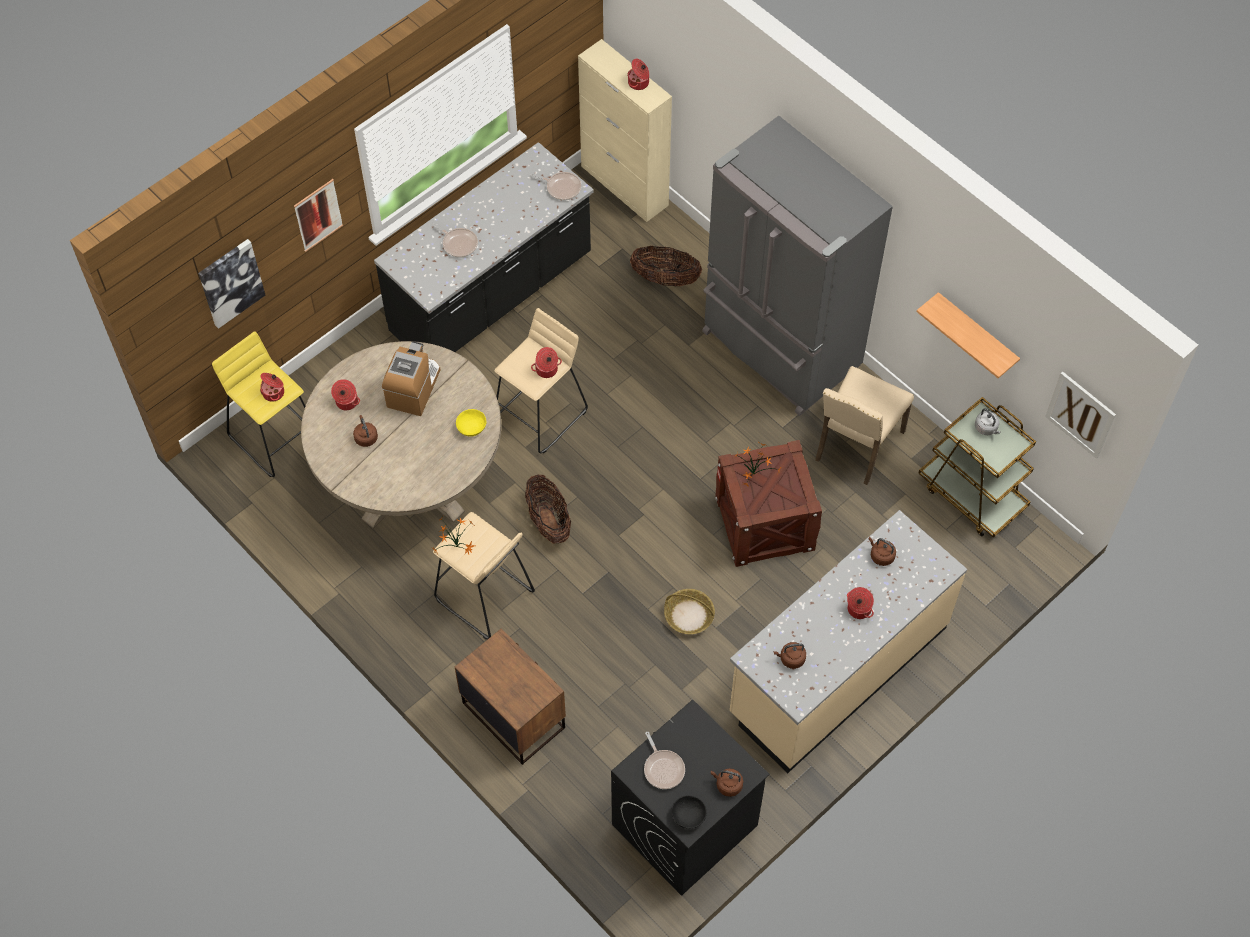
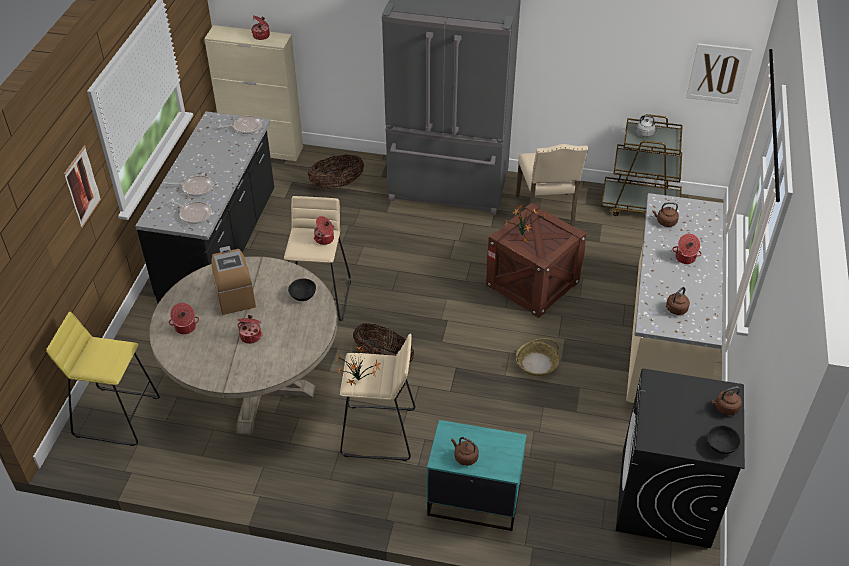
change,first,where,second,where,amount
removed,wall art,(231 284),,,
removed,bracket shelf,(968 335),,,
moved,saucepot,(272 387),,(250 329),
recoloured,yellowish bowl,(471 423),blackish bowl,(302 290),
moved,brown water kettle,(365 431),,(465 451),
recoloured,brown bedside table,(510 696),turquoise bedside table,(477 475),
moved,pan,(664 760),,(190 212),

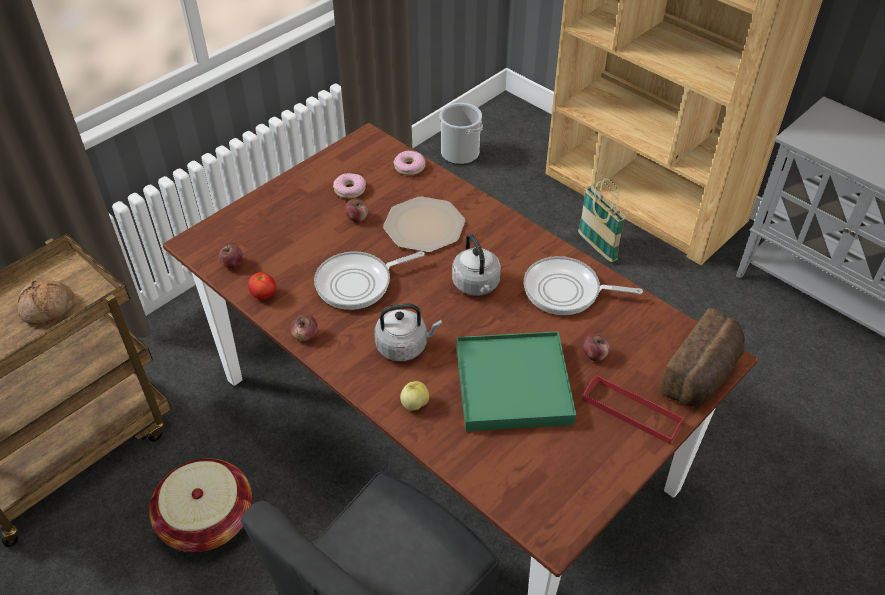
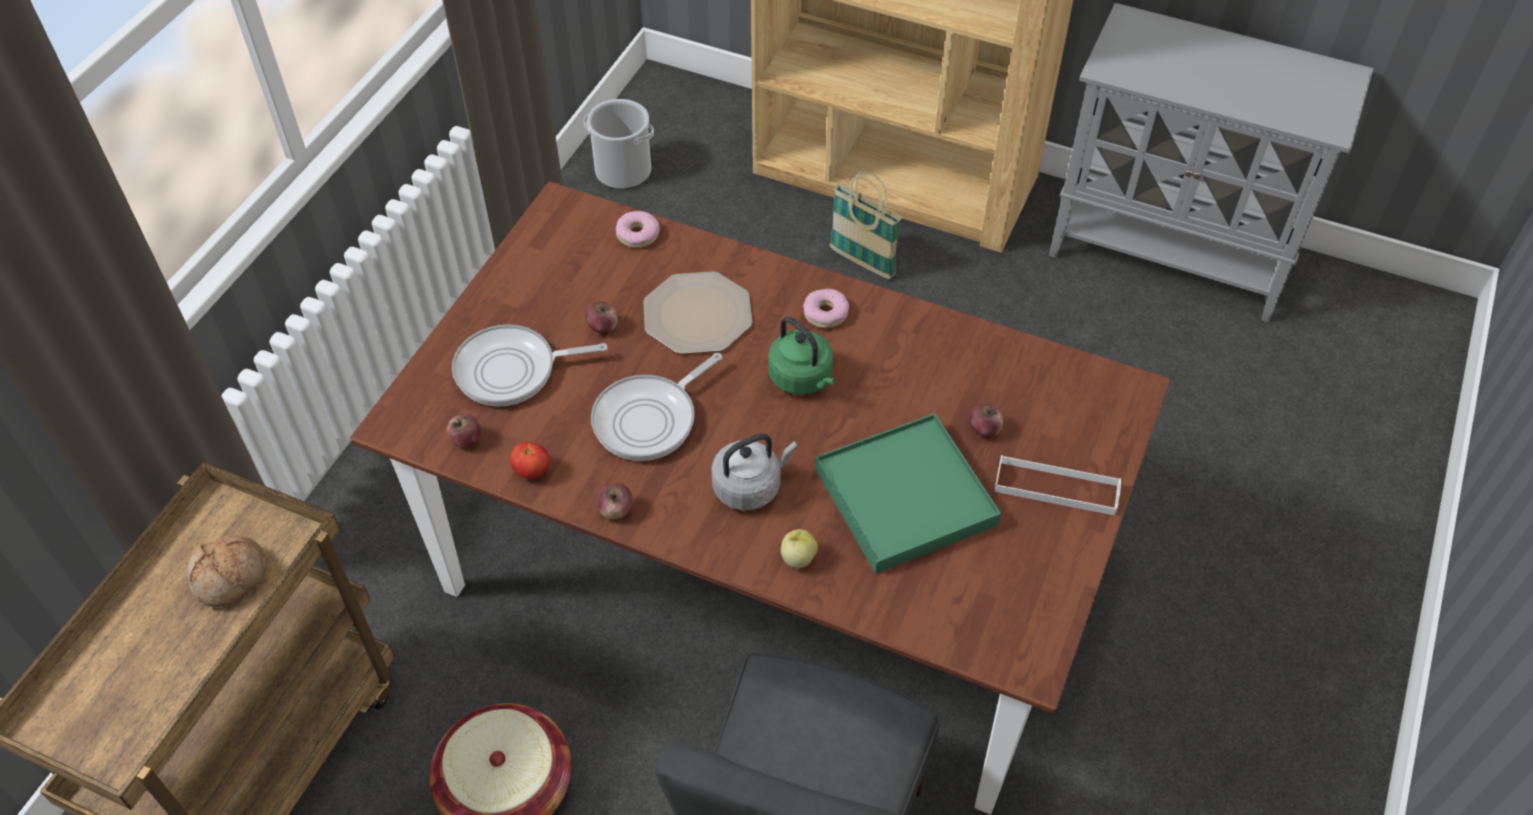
change,first,where,second,where,amount
moved,donut,(349 186),,(826 308),
recoloured,grey water kettle,(476 264),green-coloured water kettle,(801 355),
moved,pan,(583 285),,(530 366),
removed,bakery bread,(702 357),,,
recoloured,reddish serving tray,(633 409),whitish serving tray,(1057 485),

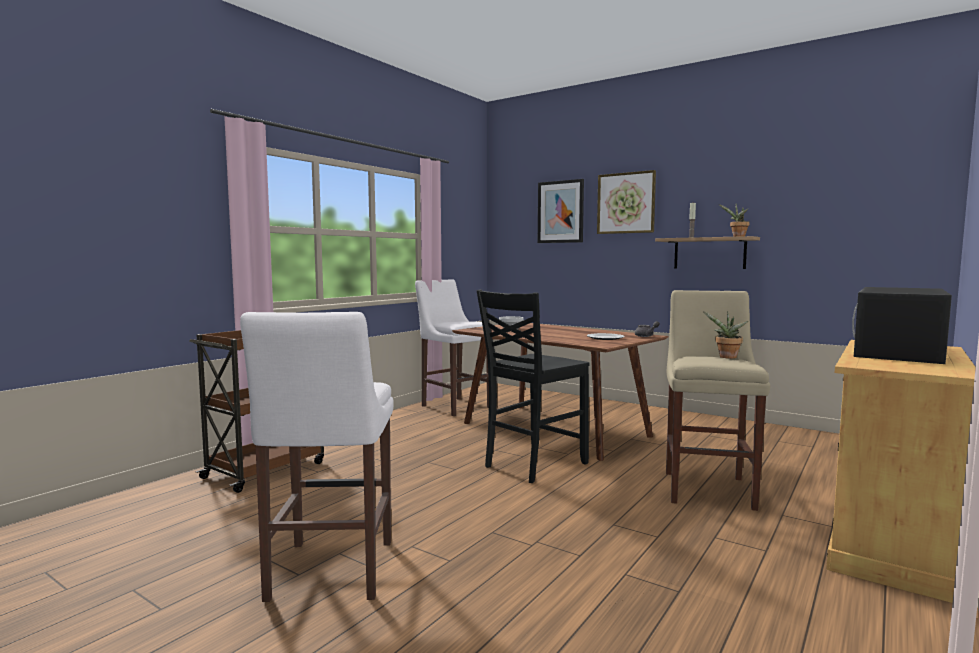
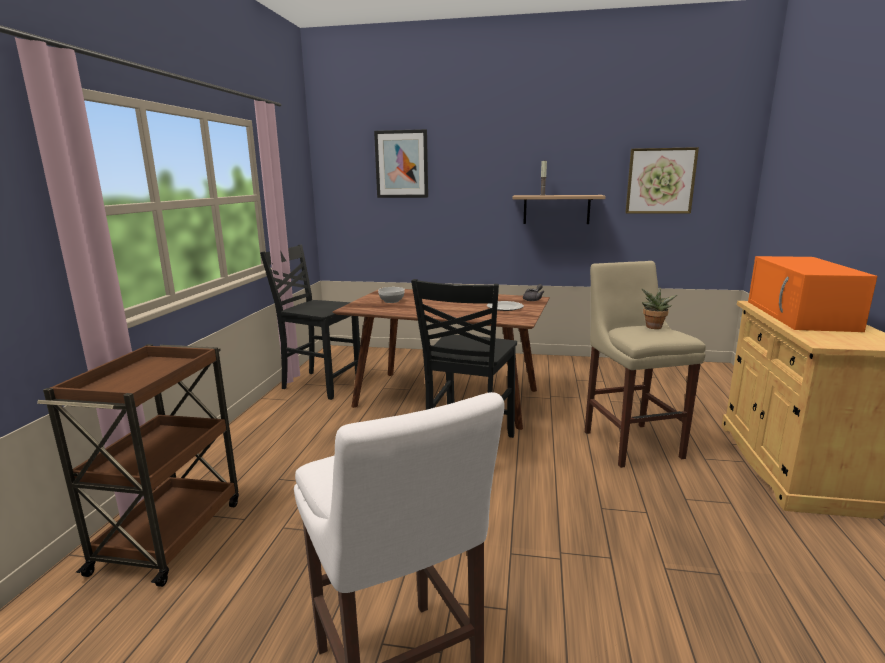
change,first,where,second,where,amount
moved,wall art,(626 202),,(662 180),
removed,potted plant,(734 220),,,
replaced,whitish stool seat,(452 347),blackish plain chair,(310 322),
recoloured,blackish microwave oven,(902 325),orange-coloured microwave oven,(812 294),

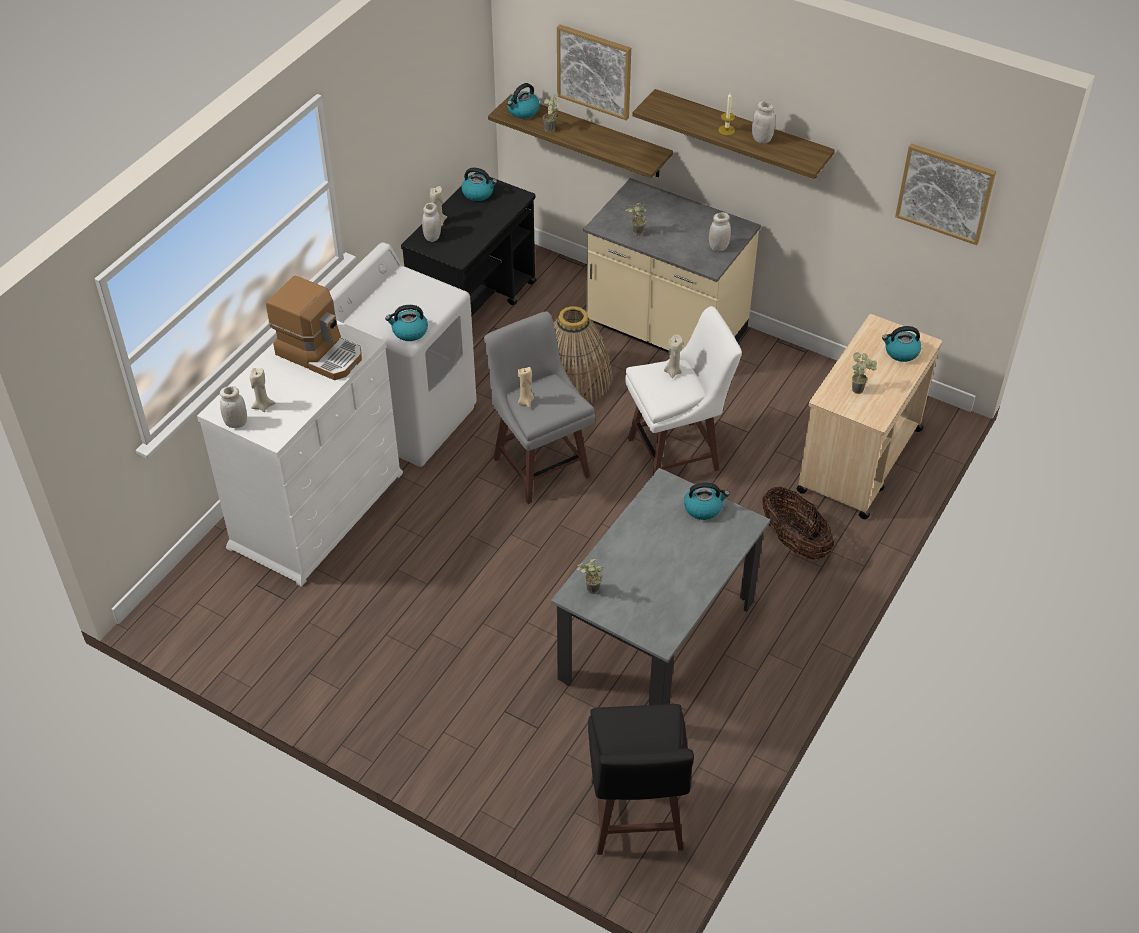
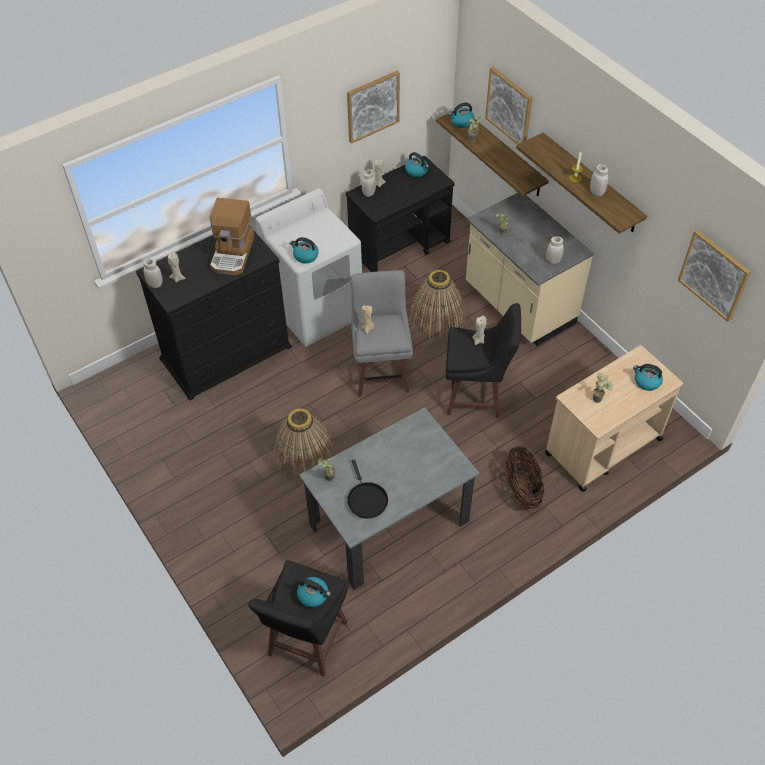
change,first,where,second,where,amount
turned,coffee machine,(314 328),,(232 237),45 degrees clockwise
recoloured,whitish stool seat,(683 390),blackish stool seat,(483 360),
recoloured,whitish drawer chest,(300 453),blackish drawer chest,(214 313),
moved,water kettle,(706 501),,(314 592),
added,,,wall art,(373 107),
added,,,basket,(304 445),
added,,,blackish pan,(367 489),

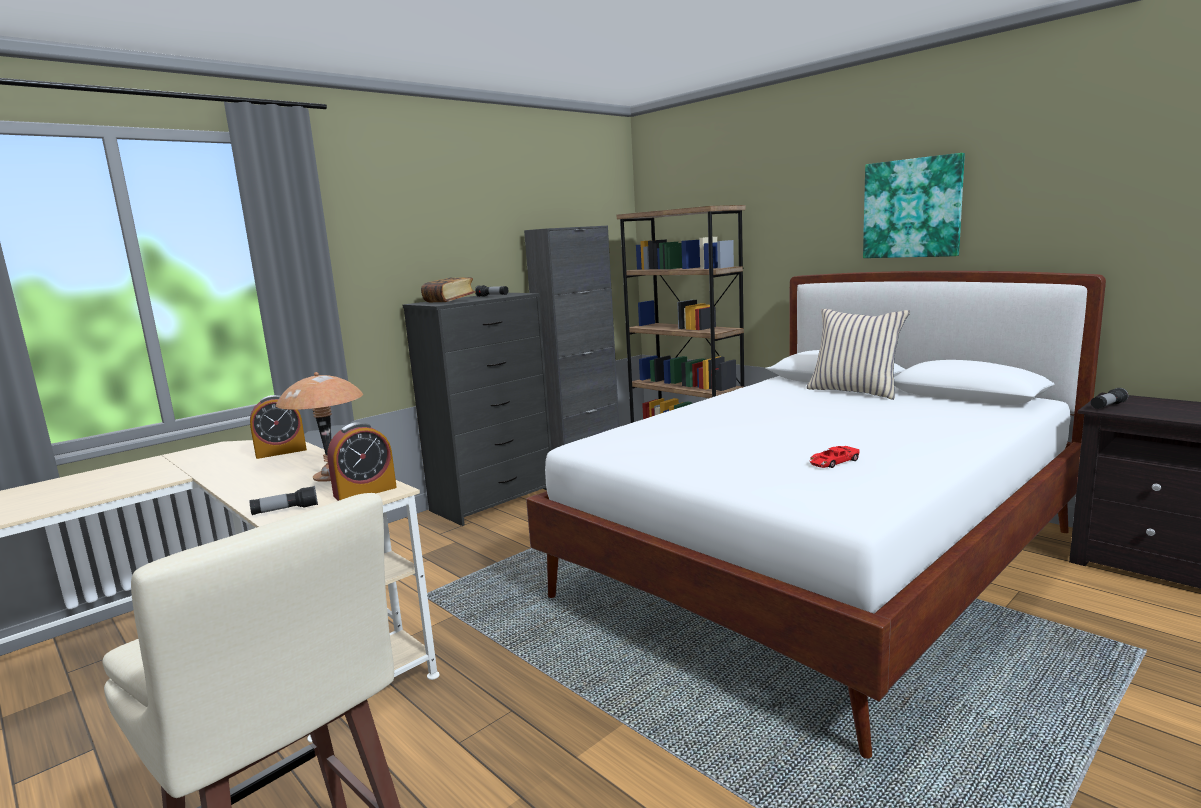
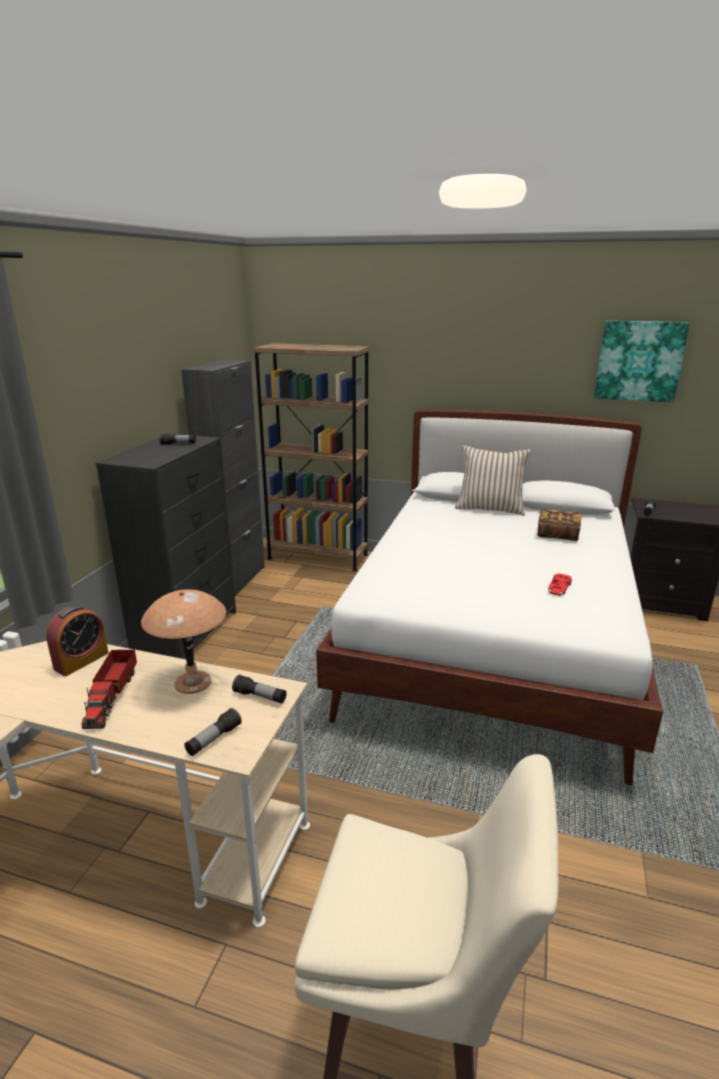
change,first,where,second,where,amount
moved,wall art,(914 205),,(642 361),
moved,volume,(448 290),,(559 525),
replaced,table clock,(362 461),hand torch,(259 689),
added,,,model truck,(109 689),

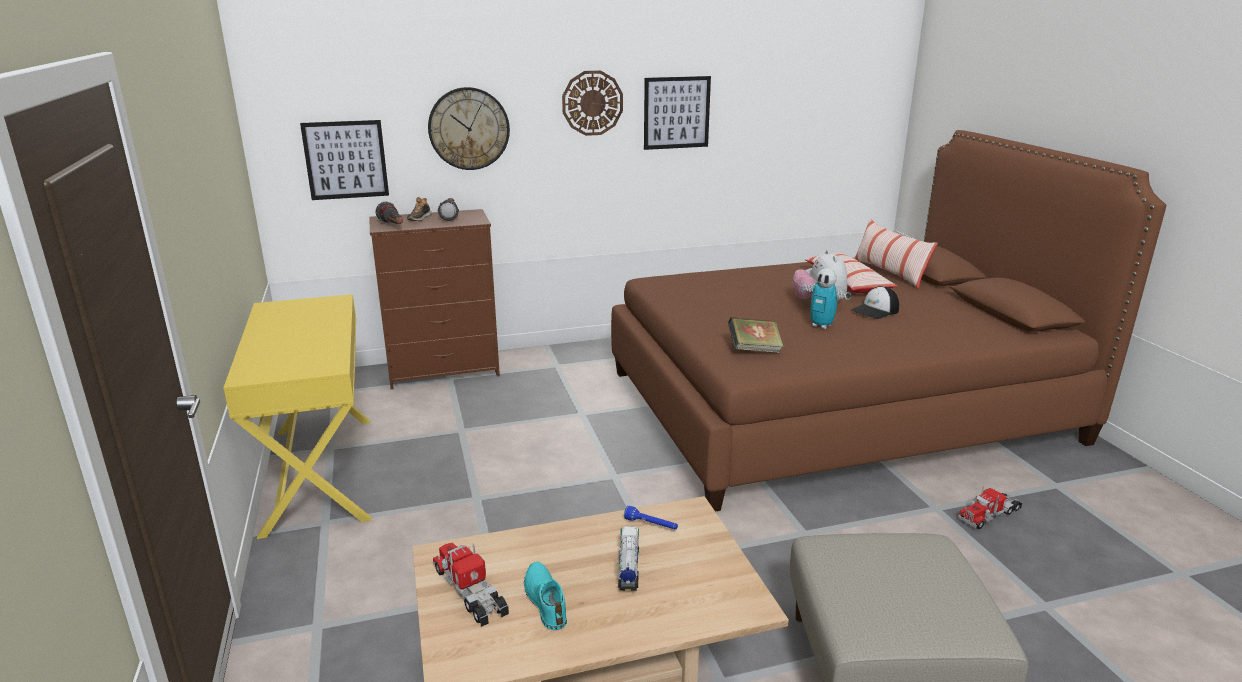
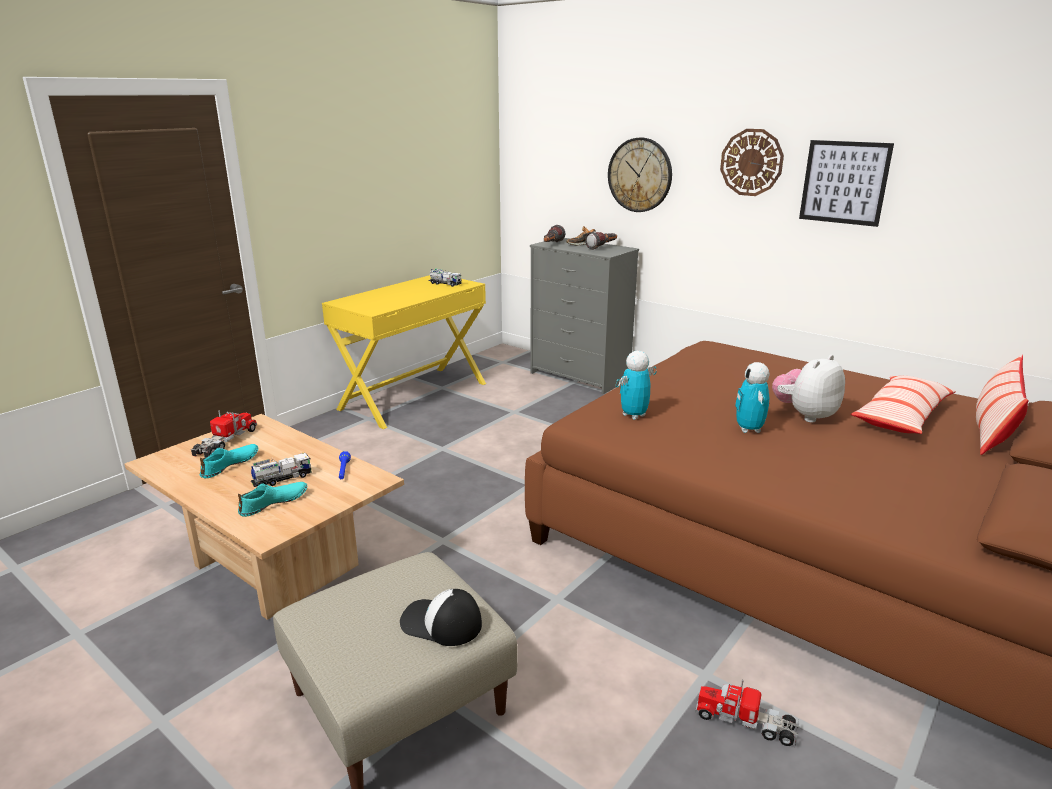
change,first,where,second,where,amount
removed,wall art,(344 160),,,
recoloured,brown drawer chest,(434 299),grey drawer chest,(584 316),
moved,peaked cap,(875 302),,(441 617),
replaced,volume,(756 335),robot figure,(636 385),
added,,,model truck,(445 278),
added,,,turquoise low shoe,(272 499),

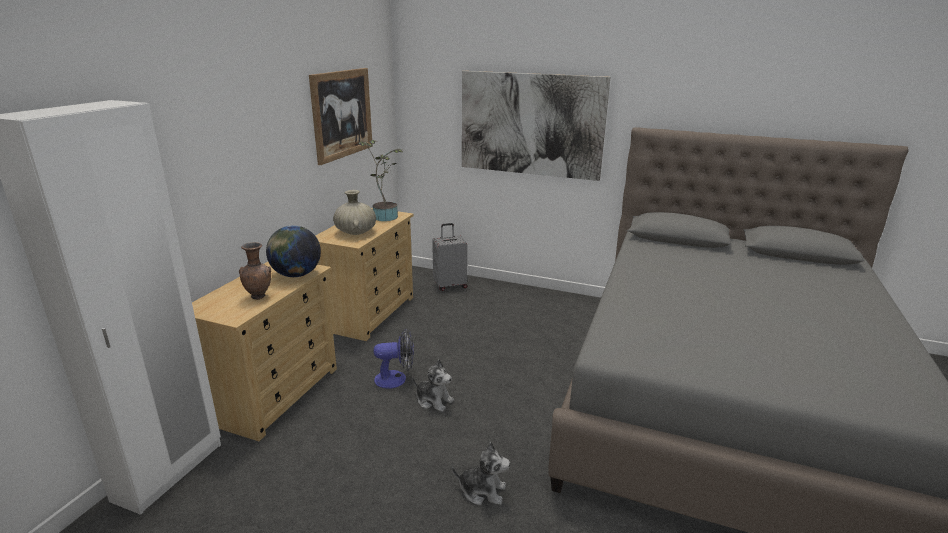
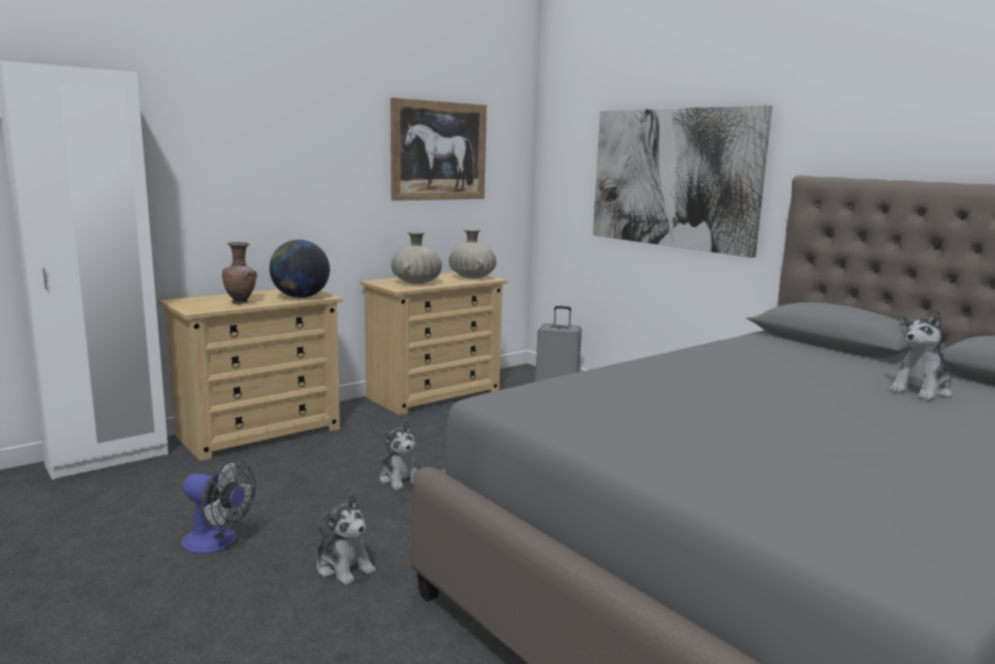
change,first,where,second,where,amount
replaced,potted plant,(381 180),beige-coloured flower vase,(472 254),
moved,cooling fan,(394 358),,(219 507),
added,,,cuddly toy,(921 354),

